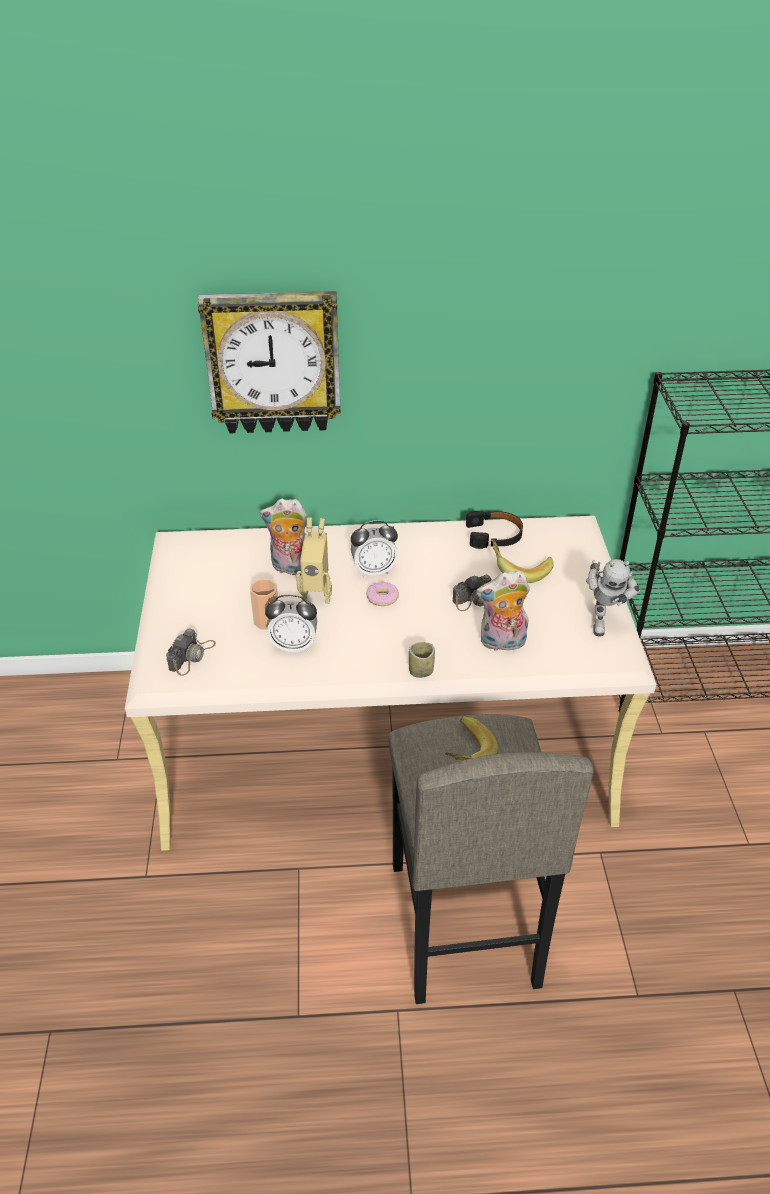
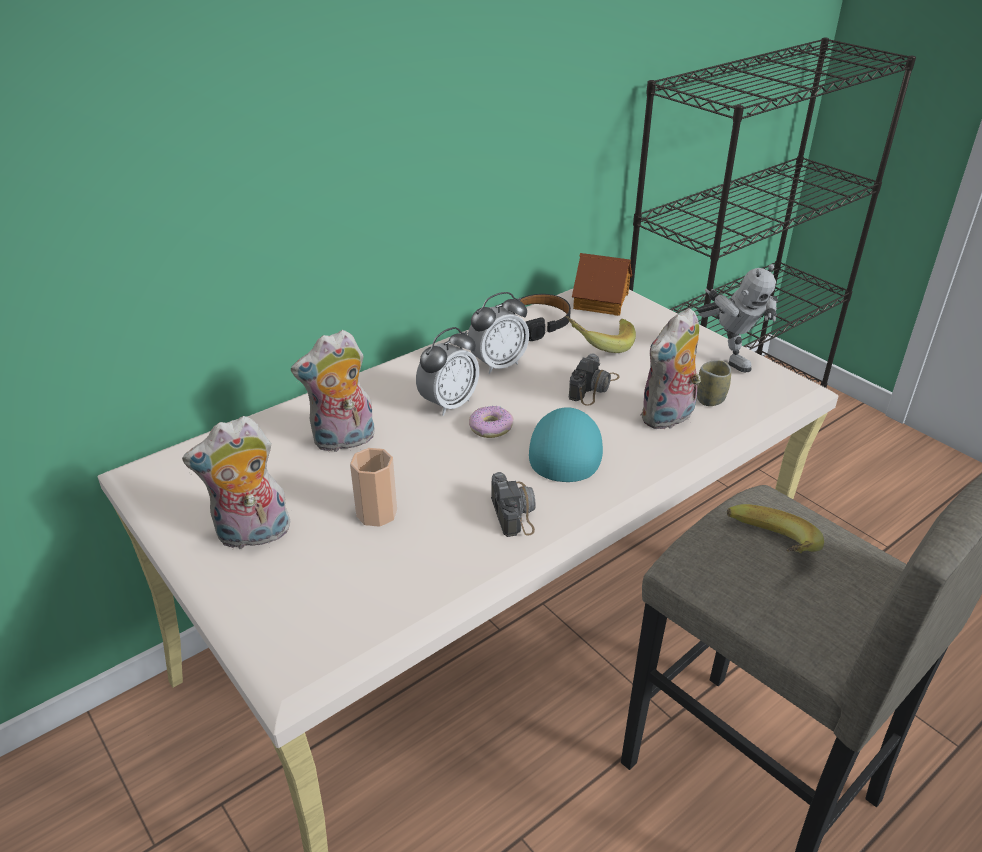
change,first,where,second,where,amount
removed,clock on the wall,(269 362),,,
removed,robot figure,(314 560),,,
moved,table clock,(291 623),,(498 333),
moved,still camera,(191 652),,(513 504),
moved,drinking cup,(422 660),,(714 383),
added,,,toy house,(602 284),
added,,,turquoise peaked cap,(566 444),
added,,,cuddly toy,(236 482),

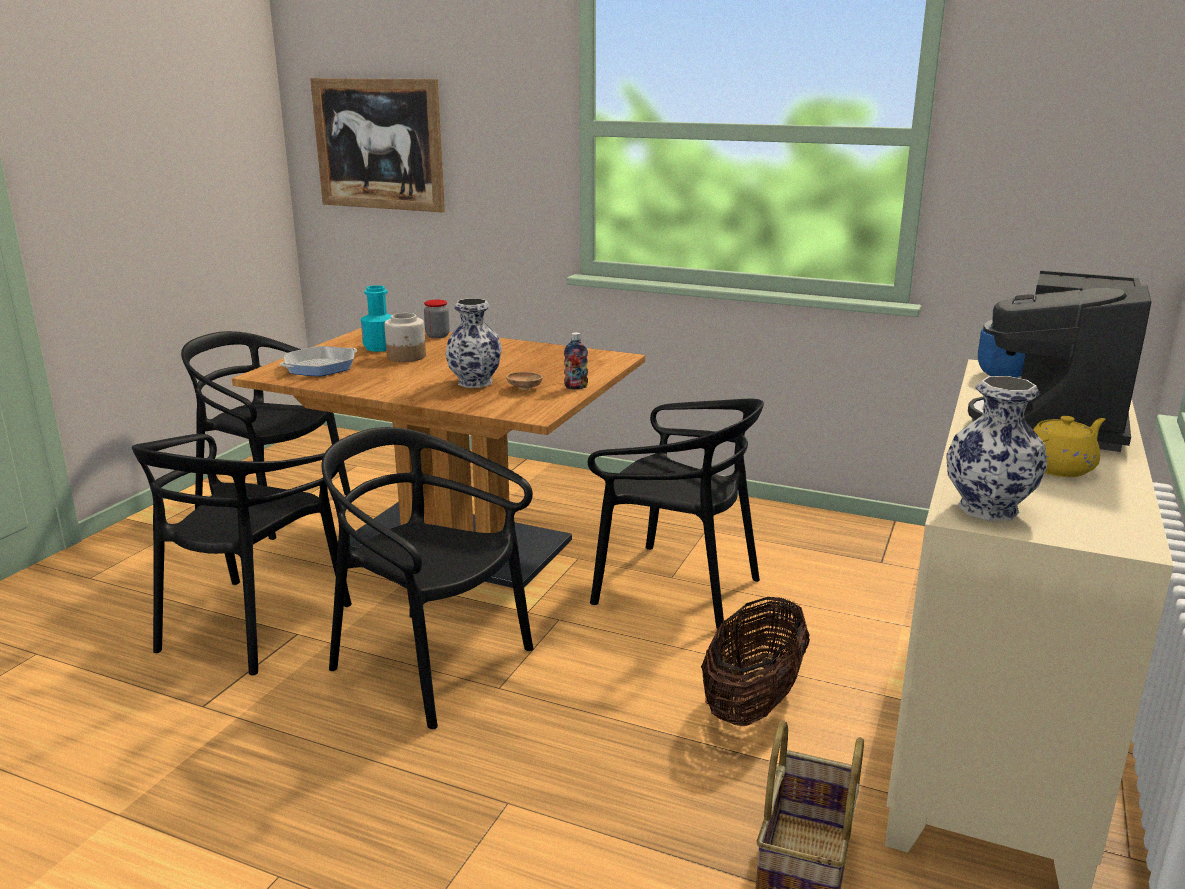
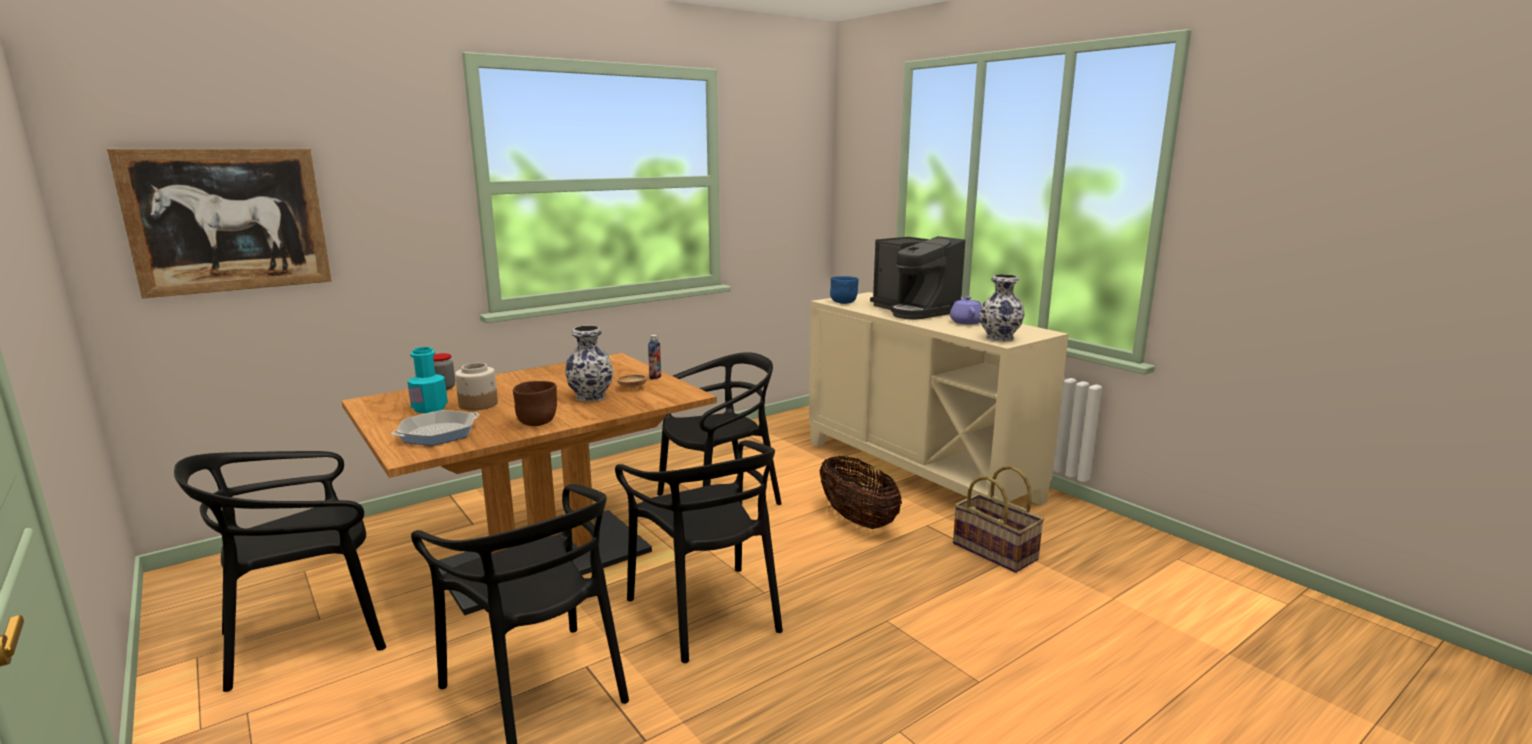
change,first,where,second,where,amount
turned,pan,(318 361),,(435 428),120 degrees counterclockwise
recoloured,yellowish teapot,(1069 446),purplish teapot,(966 310),
turned,blackish plain chair,(428 578),,(699 551),90 degrees counterclockwise
added,,,brown bowl,(535 403),

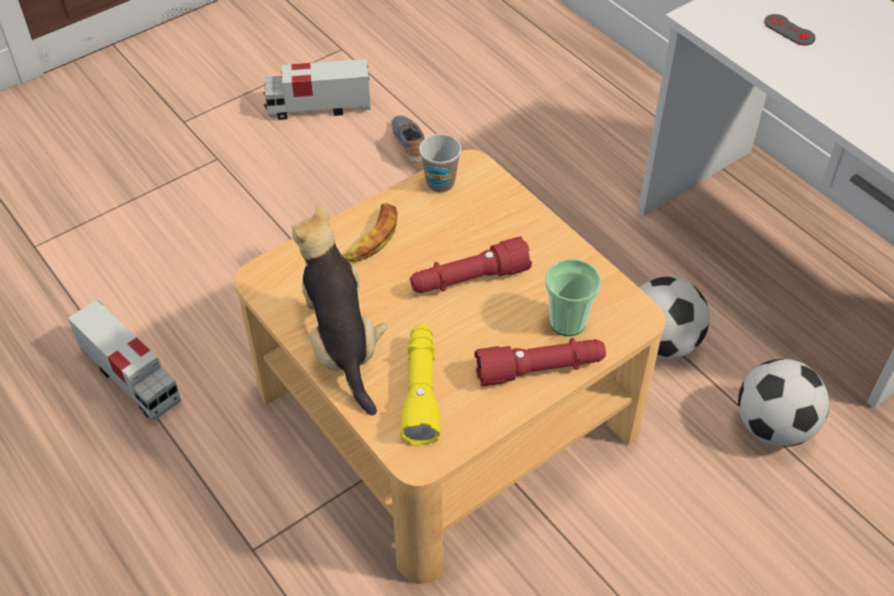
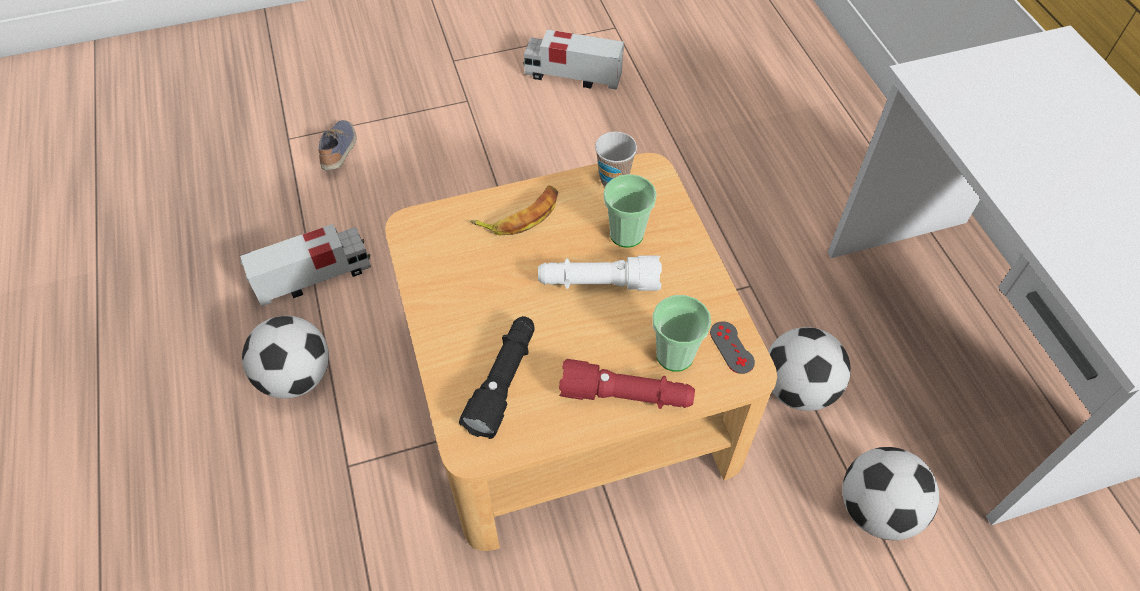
change,first,where,second,where,amount
moved,grey gamepad,(790 30),,(732 347),
moved,low shoe,(408 138),,(337 145),
removed,cuddly toy,(339 309),,,
recoloured,reddish hand torch,(471 264),whitish hand torch,(600 273),
turned,model truck,(124 360),,(305 265),90 degrees counterclockwise
recoloured,yellowish hand torch,(420 385),blackish hand torch,(497 377),
added,,,drinking cup,(630 211),
added,,,football,(285 357),

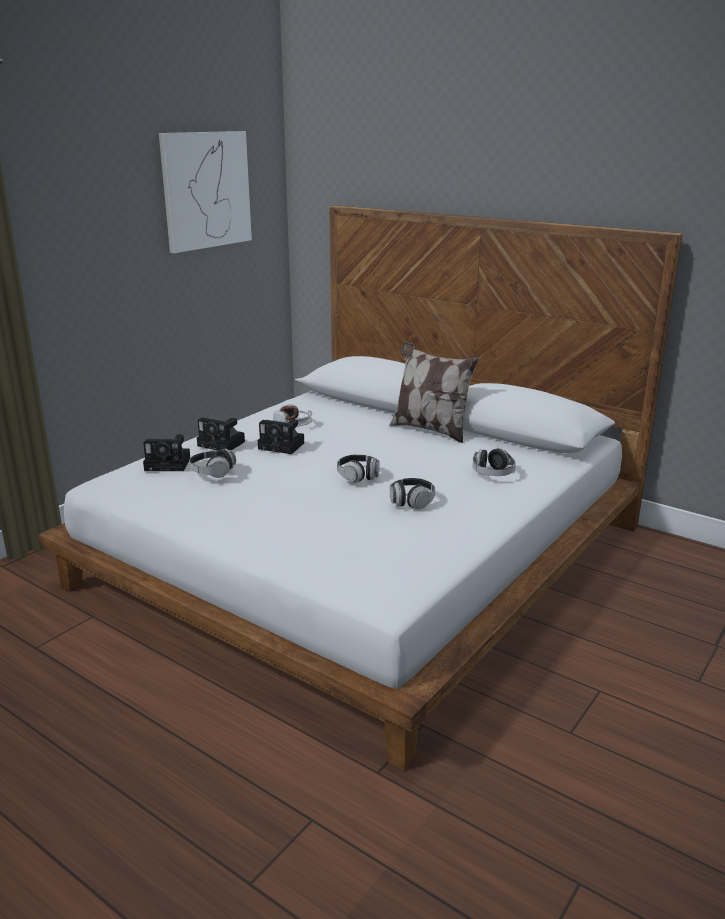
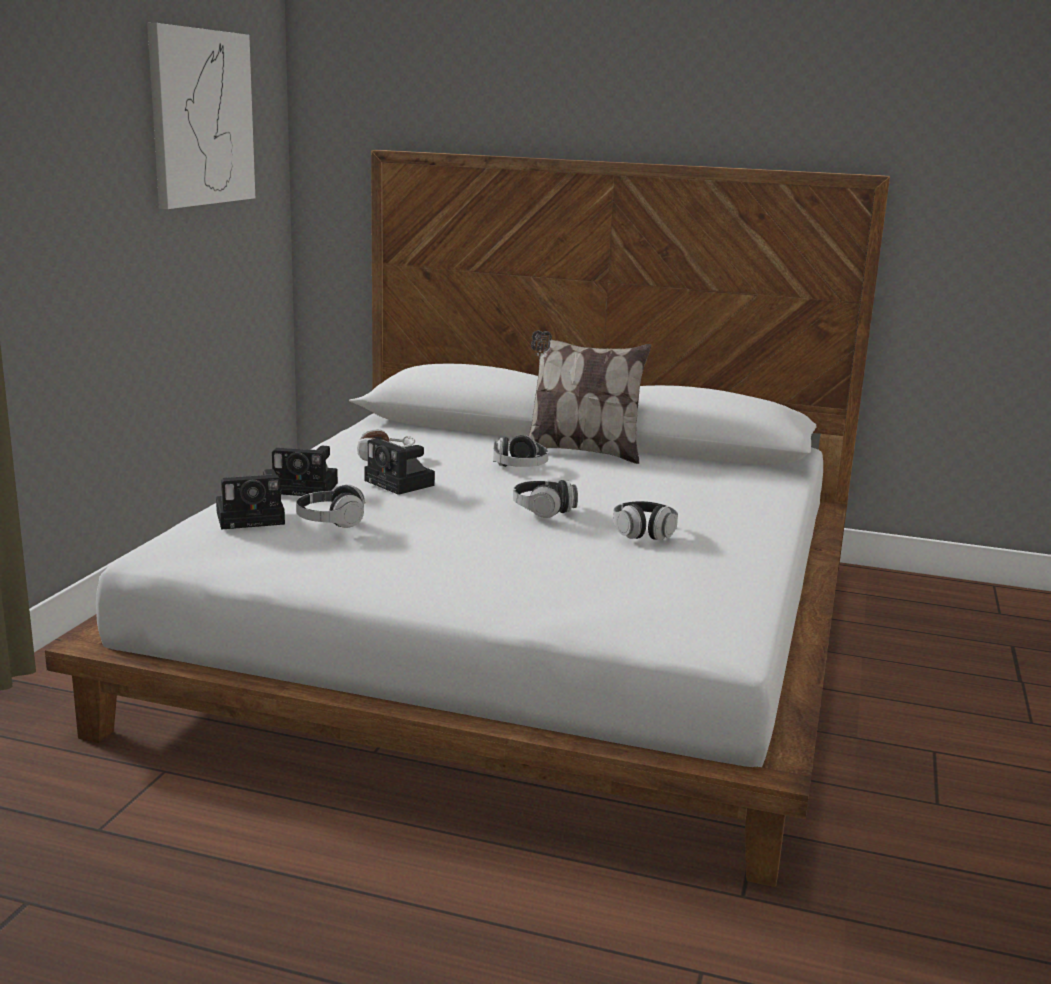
change,first,where,second,where,amount
turned,still camera,(281 436),,(399 466),45 degrees clockwise
moved,headset,(494 462),,(521 451),

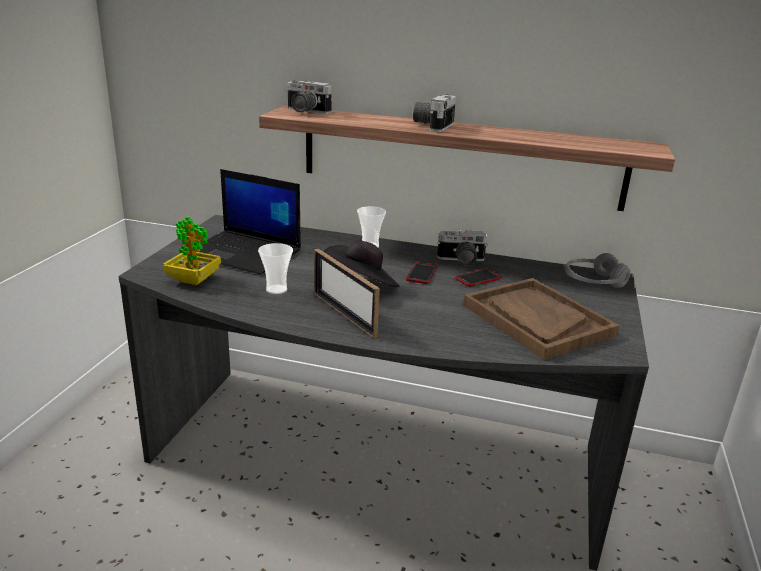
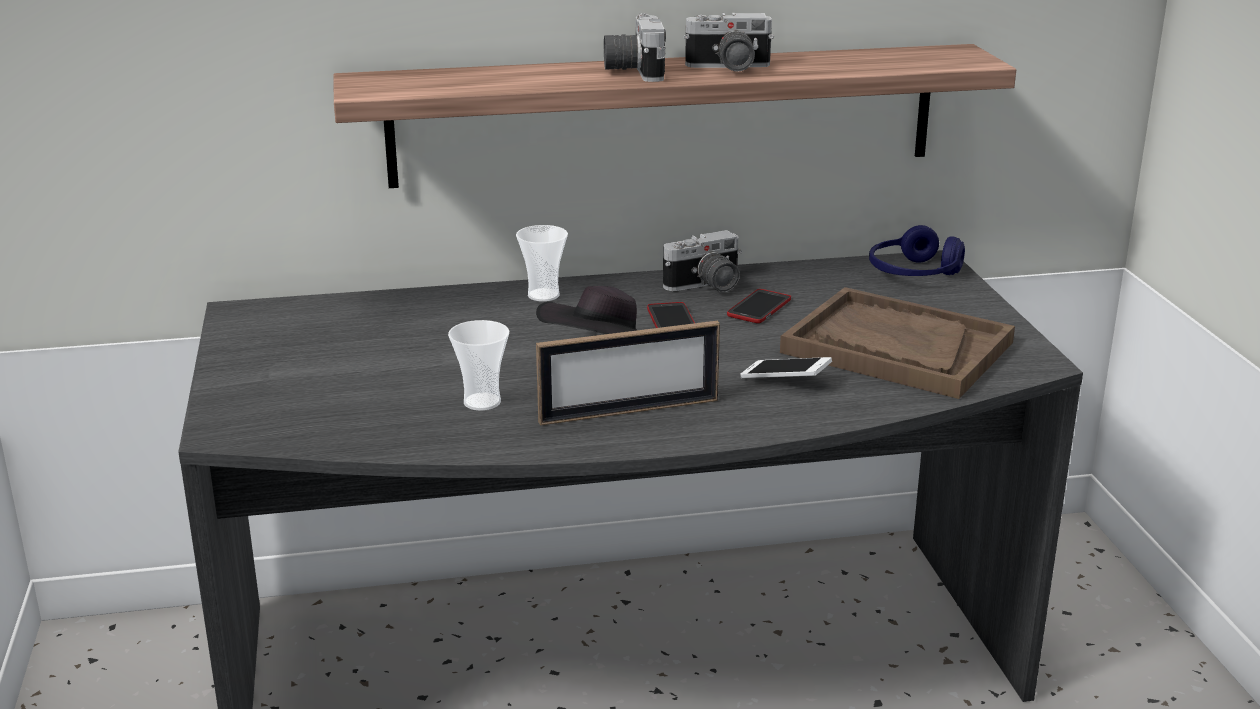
change,first,where,second,where,amount
moved,still camera,(308 97),,(729 42),
removed,laptop,(250 222),,,
removed,potted plant,(192 251),,,
turned,photo frame,(347 293),,(628 373),45 degrees counterclockwise
recoloured,grey headset,(598 270),bluish headset,(917 250),
added,,,telephone,(786 367),

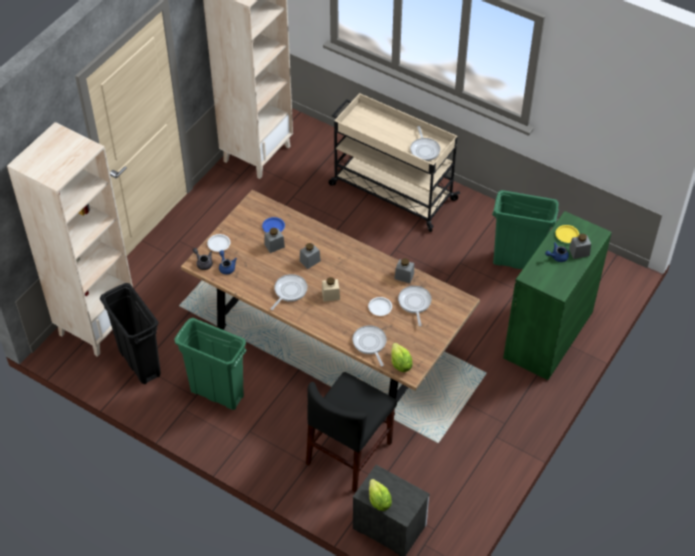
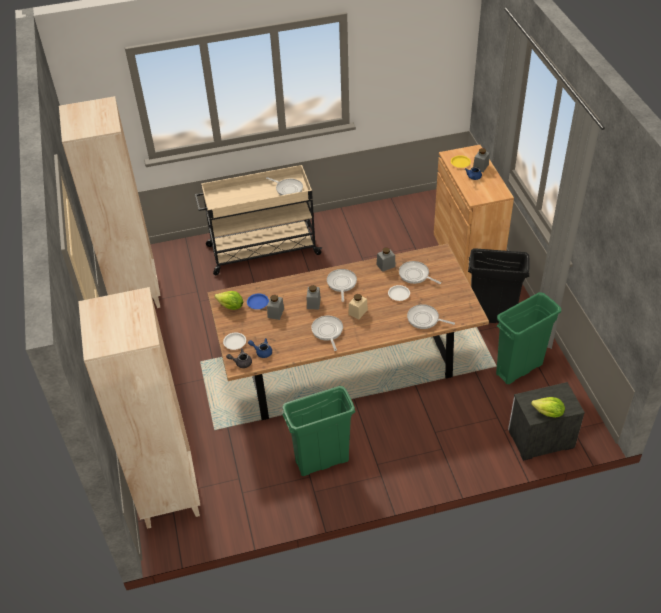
change,first,where,second,where,amount
moved,green-coloured trash can,(525 229),,(528 338),
recoloured,green-coloured storage cabinet,(557 295),brown storage cabinet,(474 215),
moved,blackish trash can,(130 333),,(499 285),
moved,lettuce head,(402 357),,(228 300),
removed,blackish plain chair,(351 432),,,
added,,,pan,(342 285),

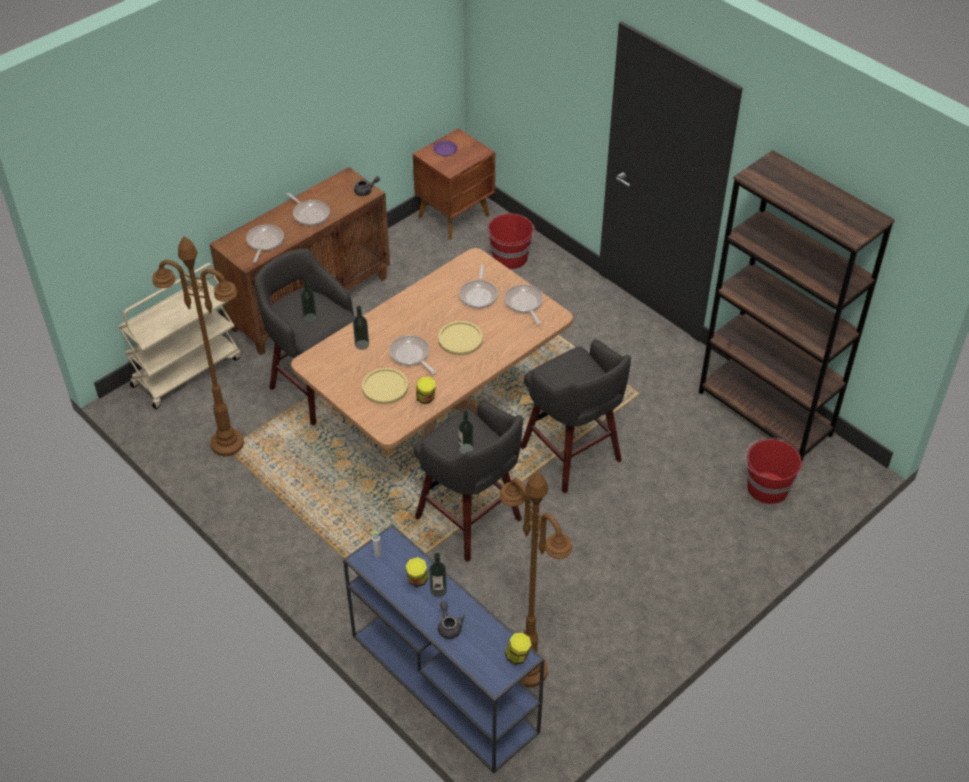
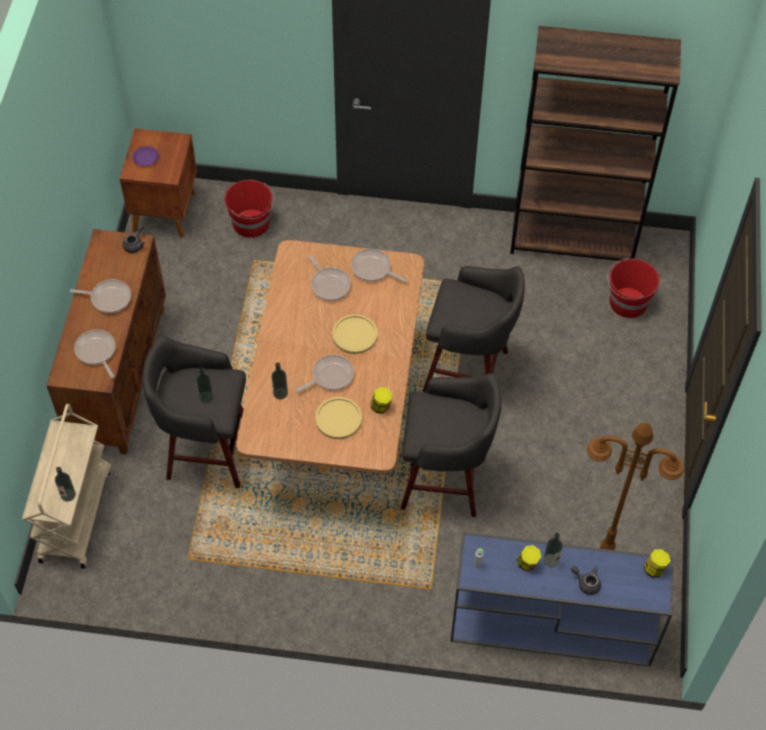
change,first,where,second,where,amount
removed,brown floor lamp,(198 346),,,
turned,pan,(412 354),,(325 373),135 degrees clockwise
moved,beverage bottle,(466 432),,(65 484),

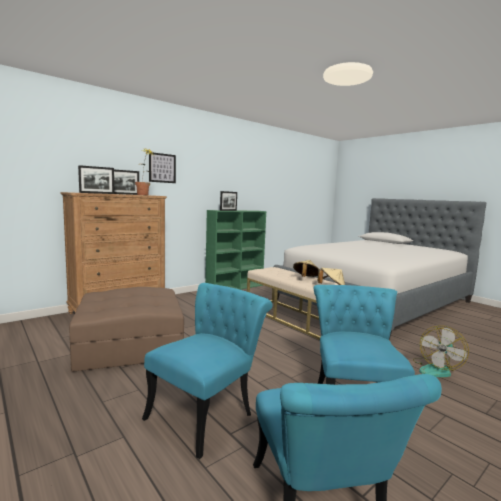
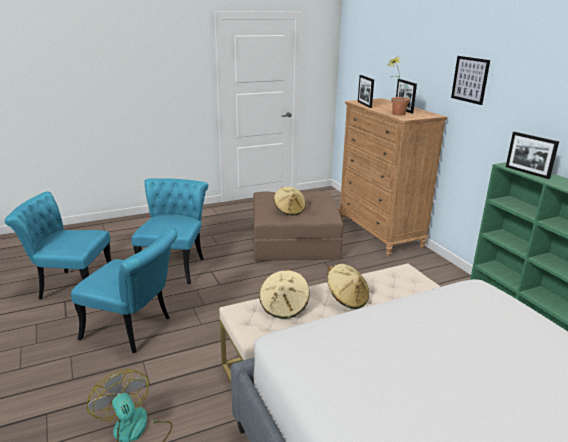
change,first,where,second,where,amount
turned,turquoise plain chair,(207 371),,(169 231),135 degrees counterclockwise
added,,,beige-coloured hat,(290 201),

